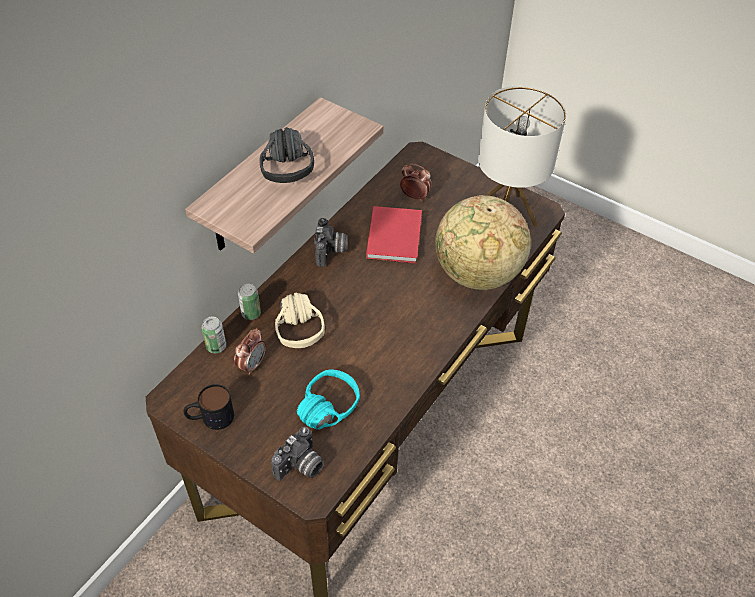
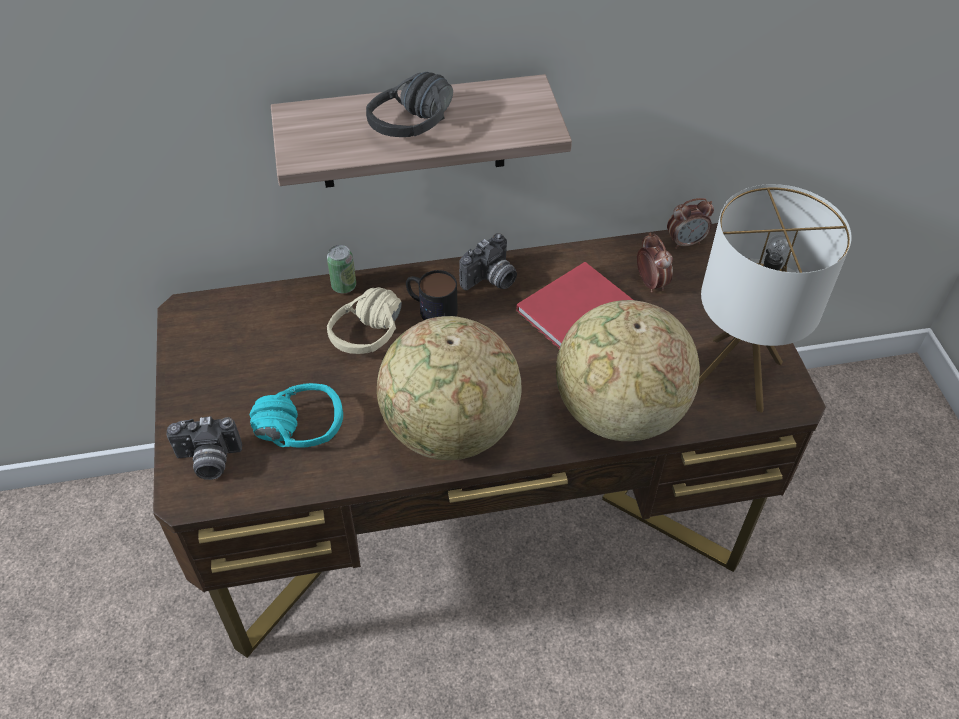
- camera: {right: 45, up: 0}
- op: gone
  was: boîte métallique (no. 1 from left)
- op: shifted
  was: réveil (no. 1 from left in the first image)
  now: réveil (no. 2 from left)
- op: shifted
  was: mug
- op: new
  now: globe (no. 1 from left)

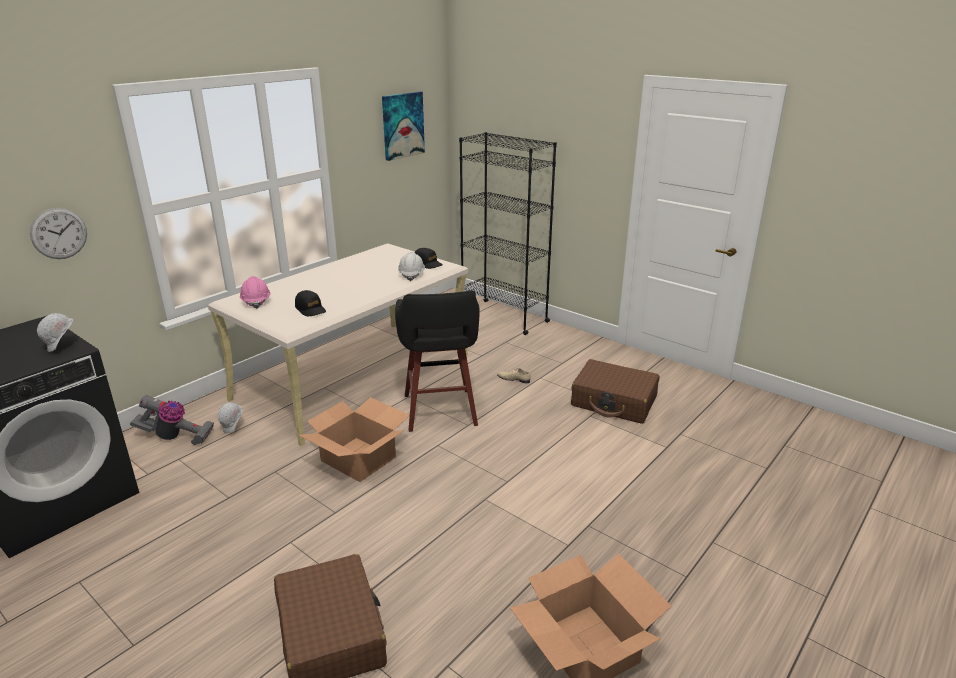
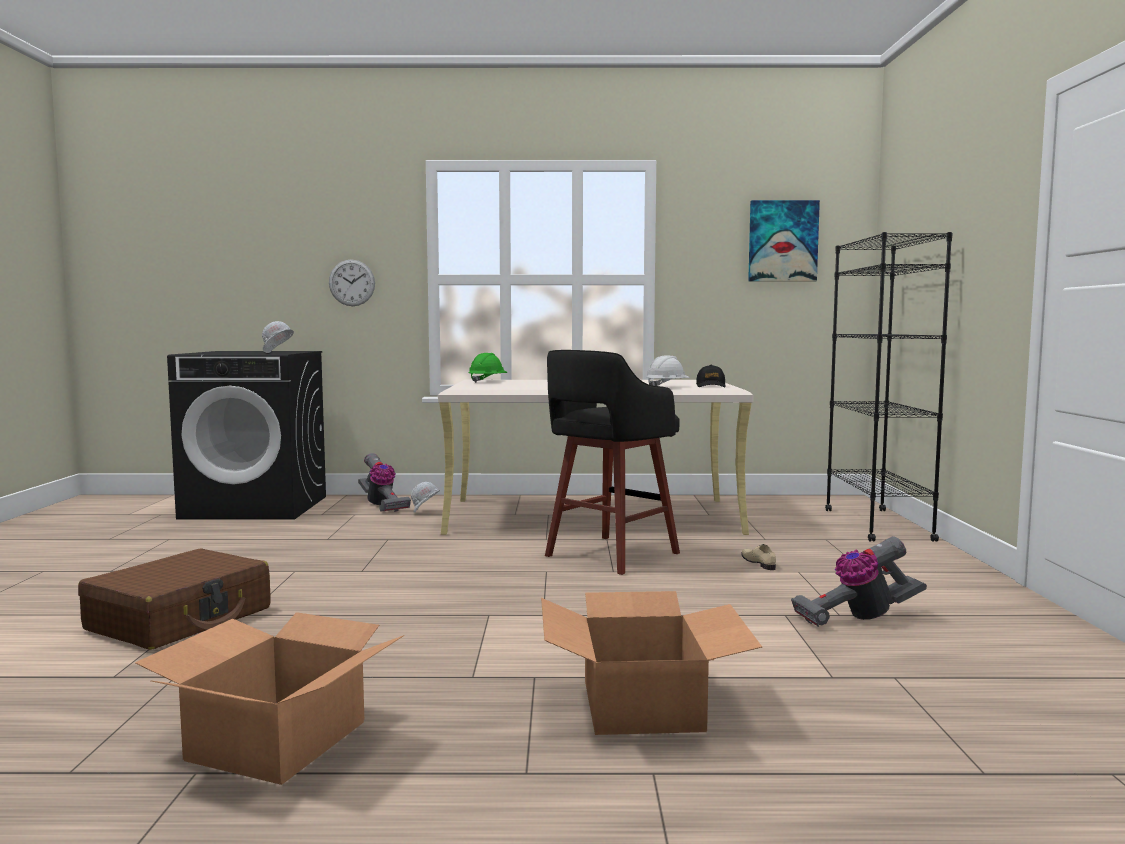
- camera: {right: 50, up: -20}
- op: repainted
  was: casque de chantier (rose)
  now: casque de chantier (vert)
- op: gone
  was: casquette (noir) (no. 1 from left)
- op: swapped
  was: valise (marron) (no. 2 from left)
  now: aspirateur (no. 2 from left)
- op: shifted
  was: carton (no. 1 from left in the first image)
  now: carton (no. 2 from left)

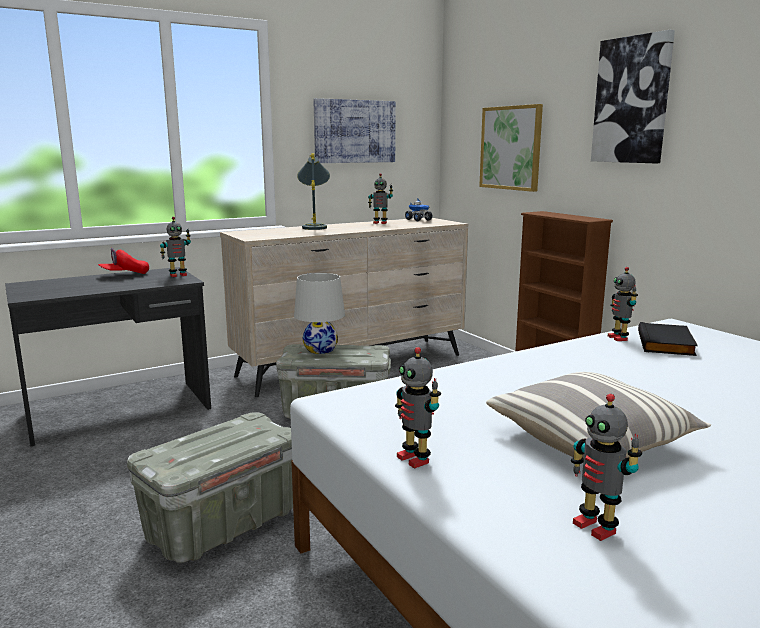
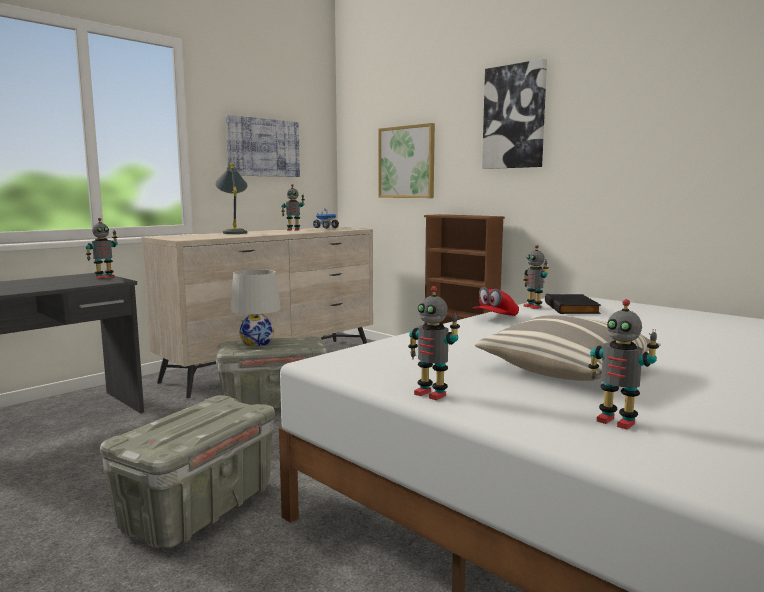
- camera: {right: -15, up: -5}
- op: shifted
  was: casquette (rouge)

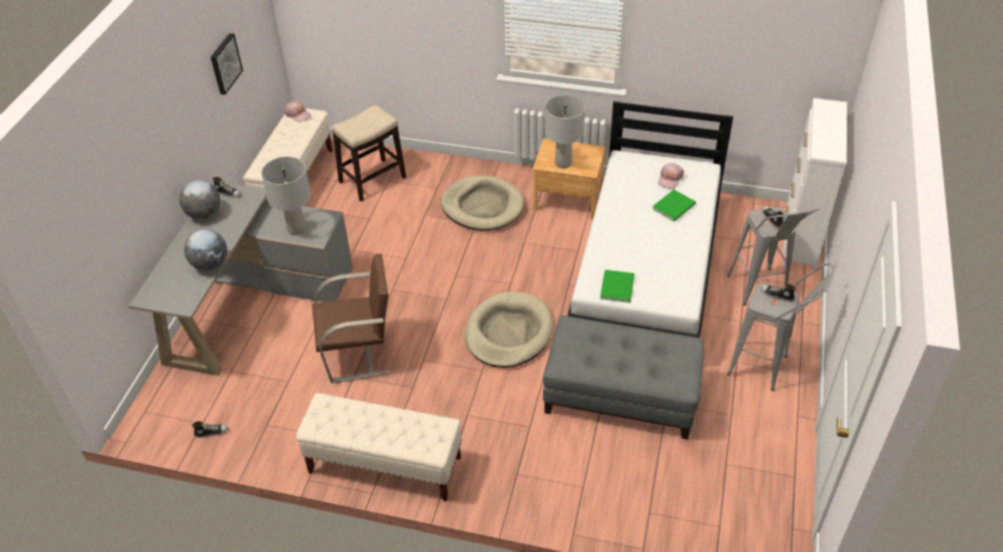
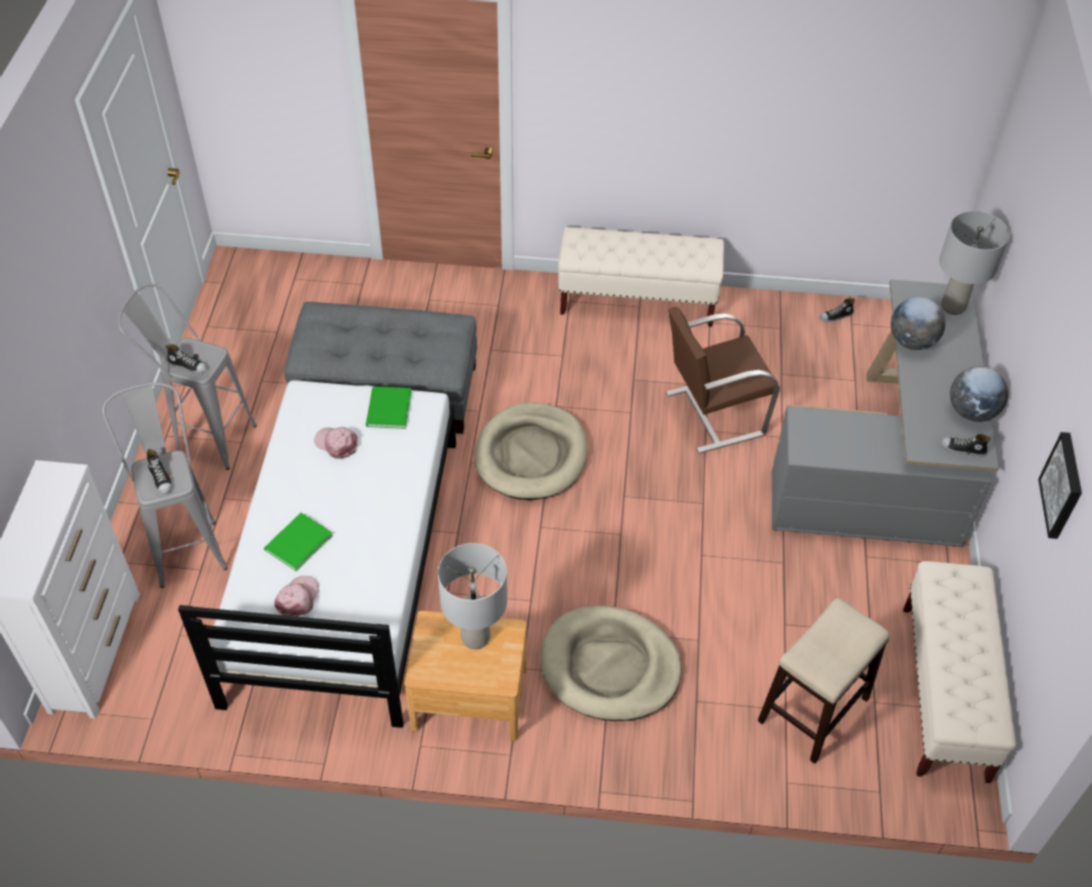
- camera: {right: 170, up: 5}
- op: shifted
  was: casquette (rose) (no. 1 from left in the first image)
  now: casquette (rose) (no. 2 from left)
- op: shifted
  was: lampe de table (gris) (no. 1 from left in the first image)
  now: lampe de table (gris) (no. 2 from left)

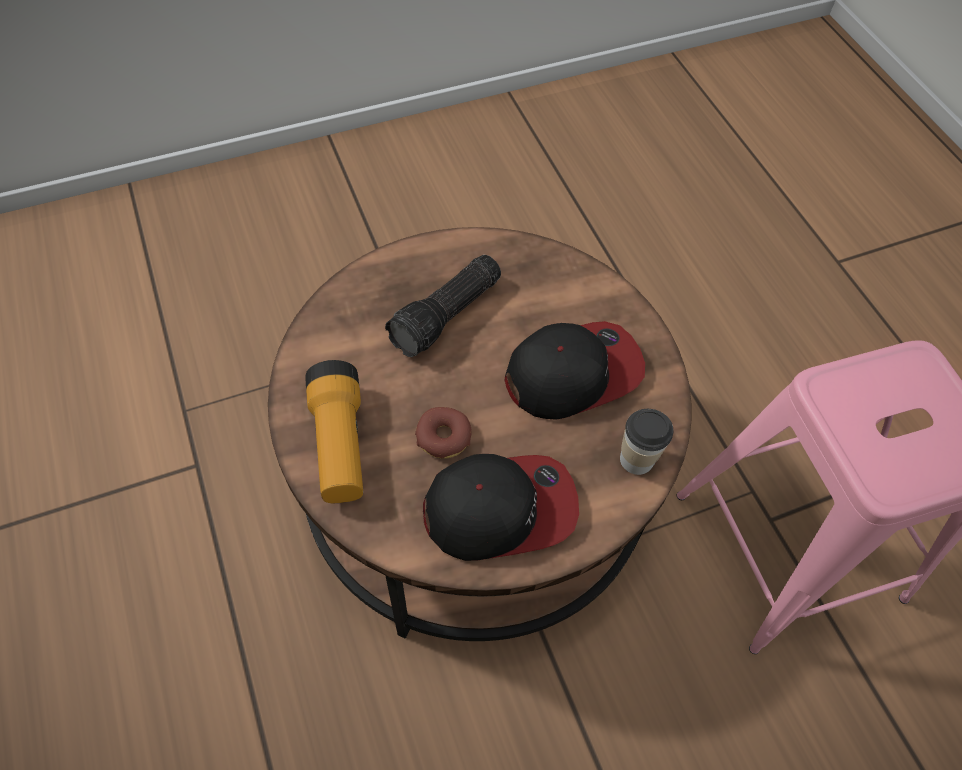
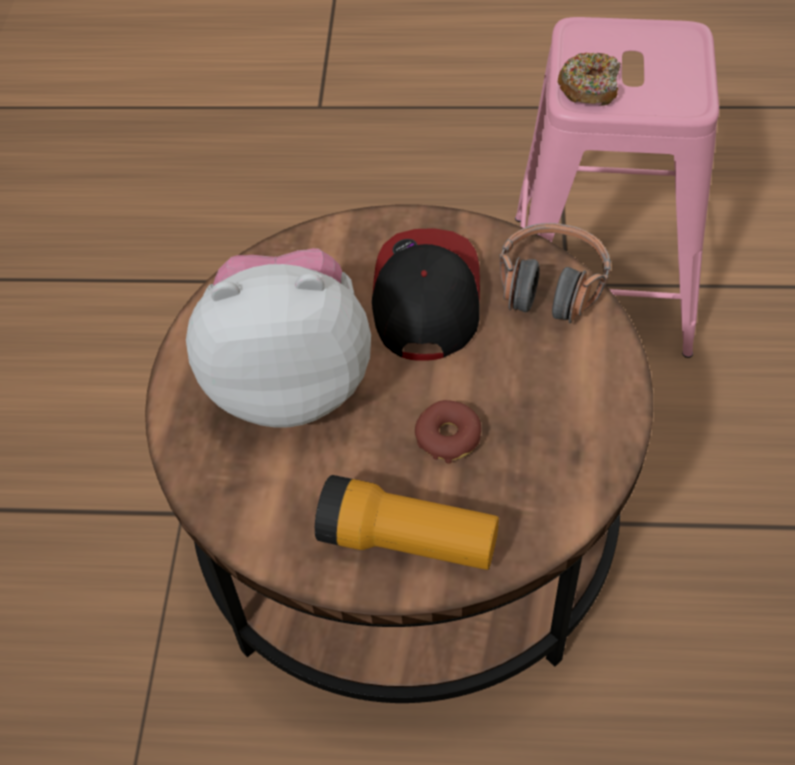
- camera: {right: -60, up: -5}
- op: swapped
  was: lampe de poche (no. 2 from left)
  now: peluche
- op: swapped
  was: tasse
  now: casque audio
- op: gone
  was: casquette (no. 1 from left)
- op: new
  now: beignet (no. 2 from left)

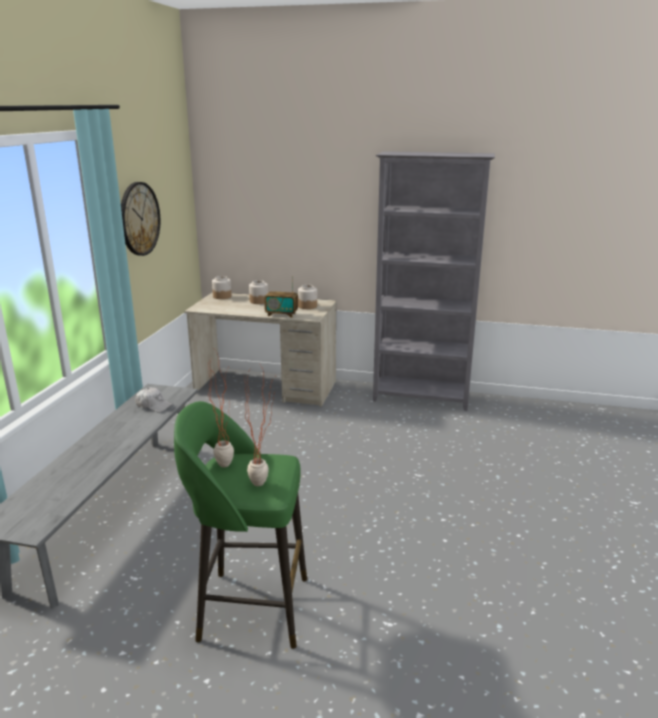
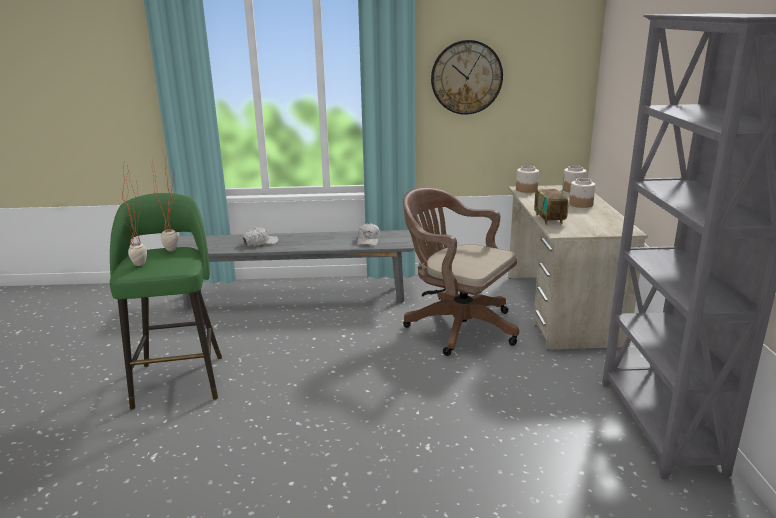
- camera: {right: 75, up: 0}
- op: shifted
  was: bocal (no. 3 from left in the first image)
  now: bocal (no. 1 from left)
- op: new
  now: chaise de bureau (marron)
- op: new
  now: casquette (blanc) (no. 1 from left)

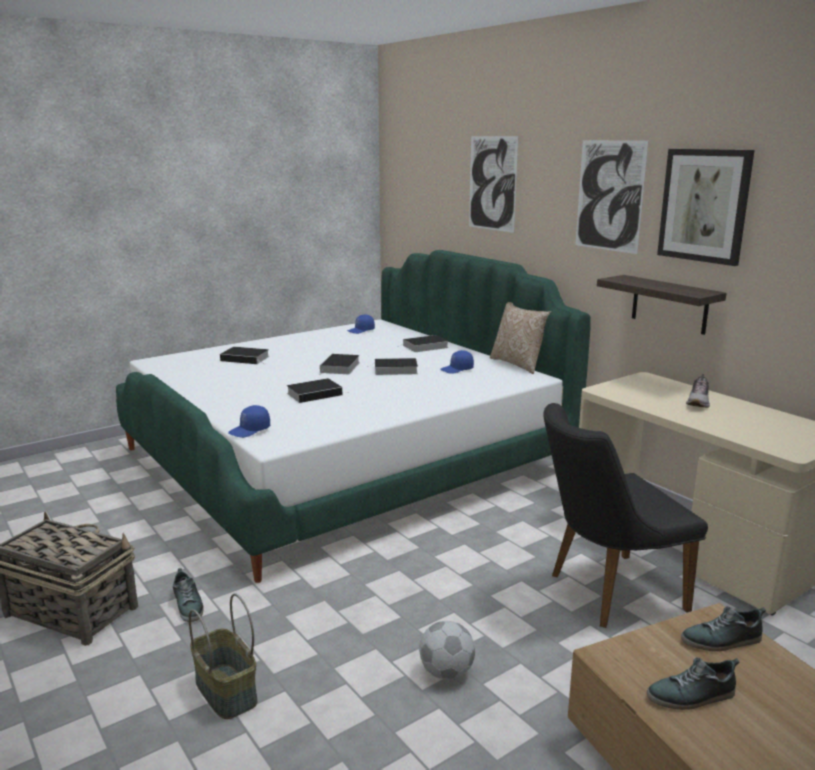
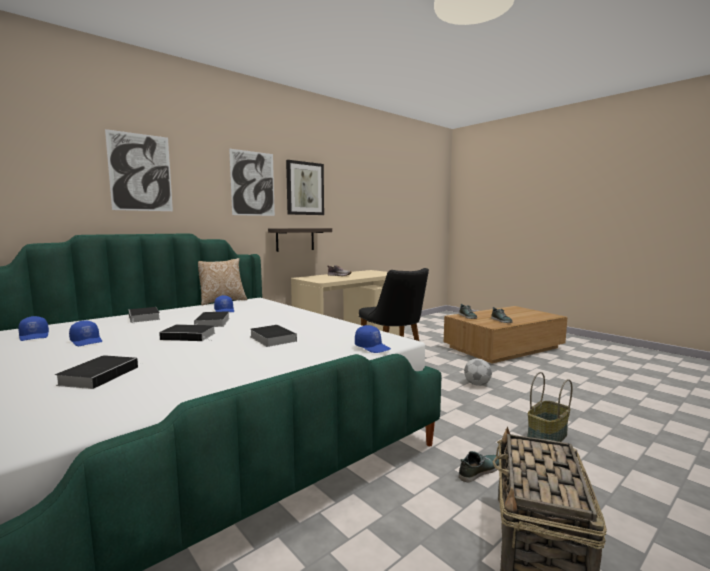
- camera: {right: -95, up: -10}
- op: new
  now: casquette (bleu) (no. 2 from left)

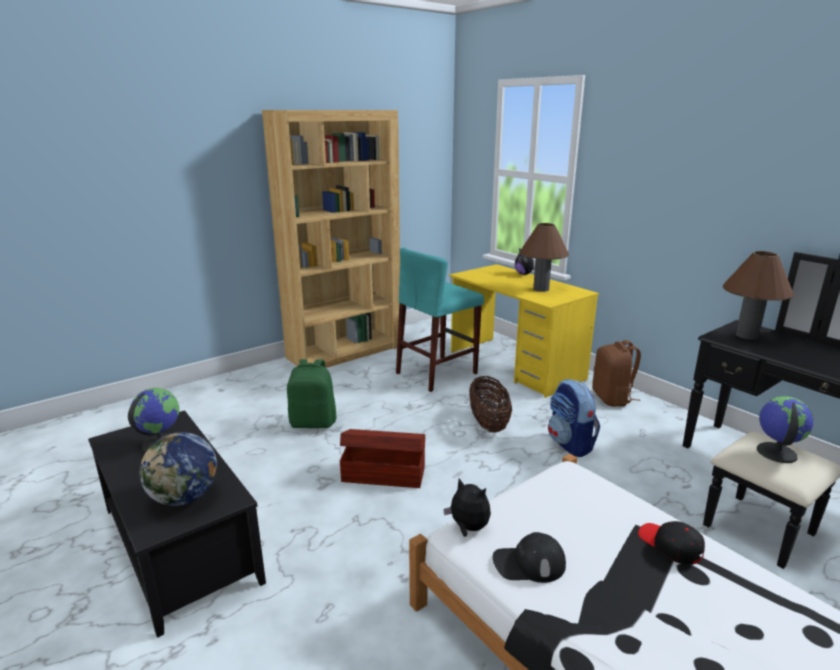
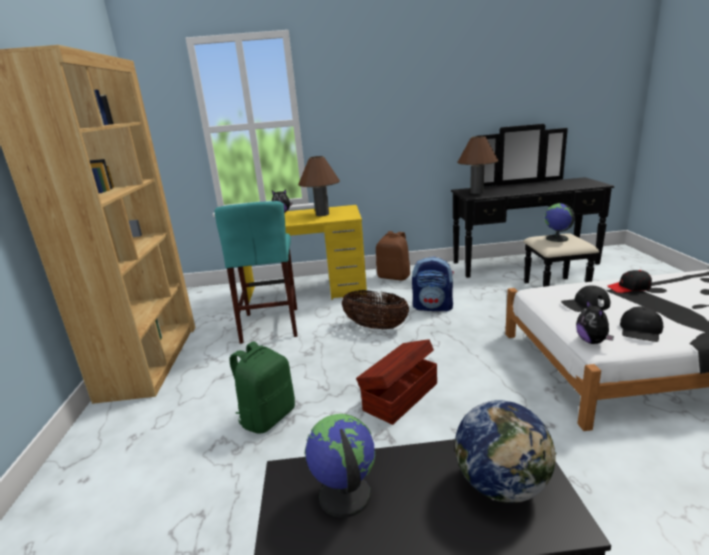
- camera: {right: -55, up: 0}
- op: rotated
  was: peluche (no. 1 from left in the first image)
  clockwise: -75
- op: new
  now: casquette (noir) (no. 1 from left)

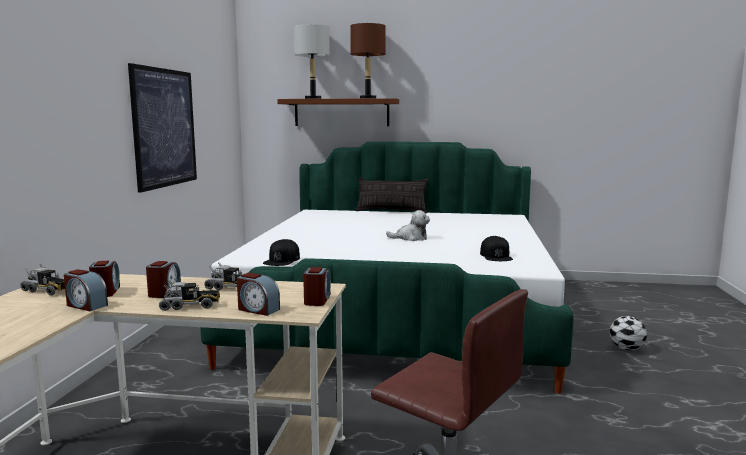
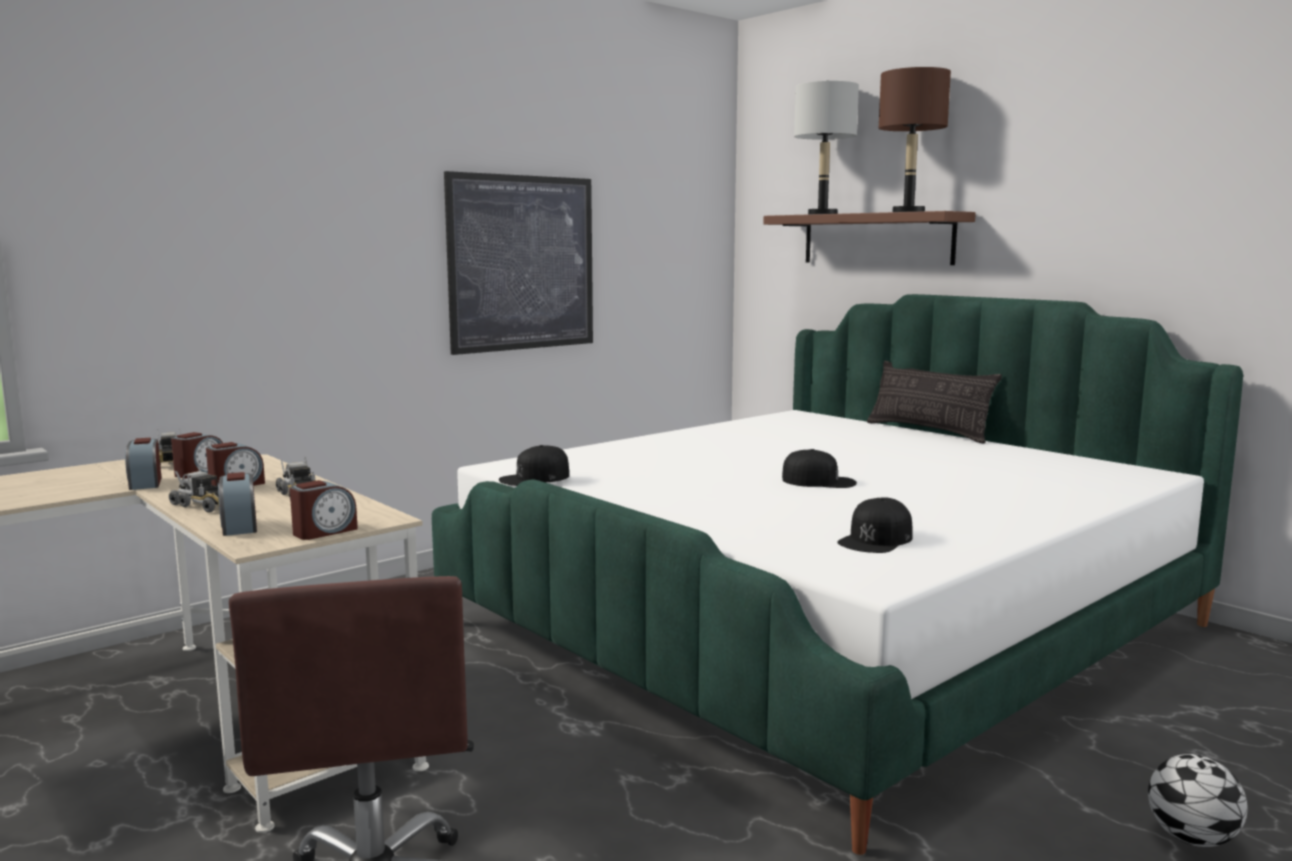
- camera: {right: 40, up: 0}
- op: swapped
  was: peluche
  now: casquette (noir) (no. 2 from left)

